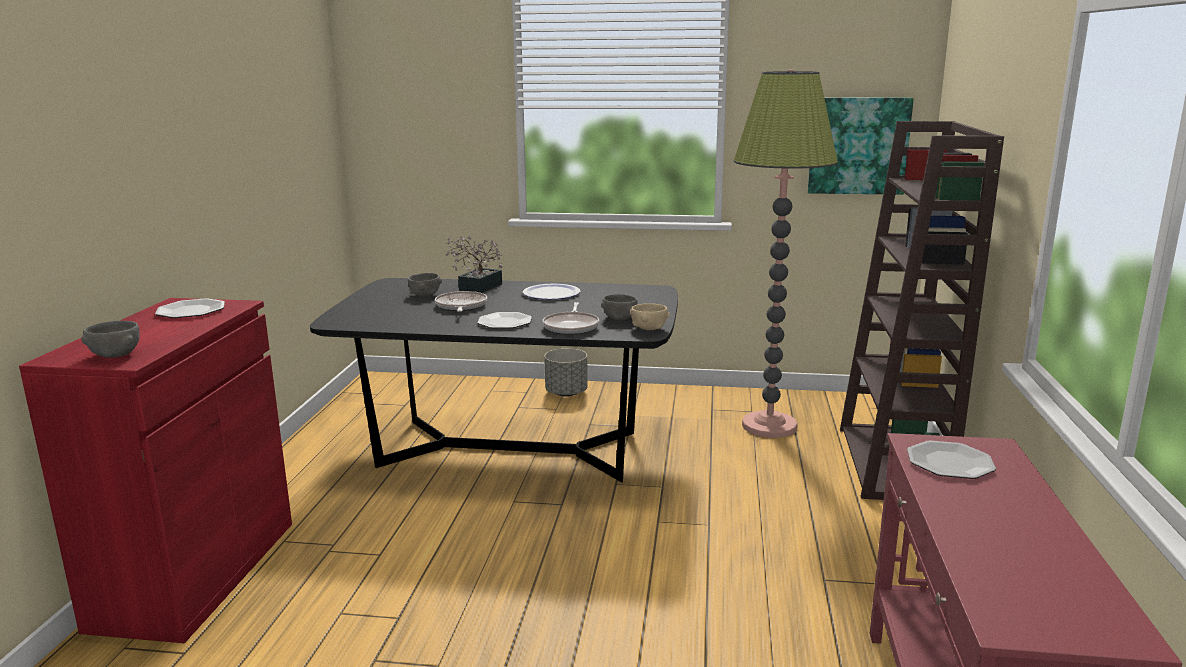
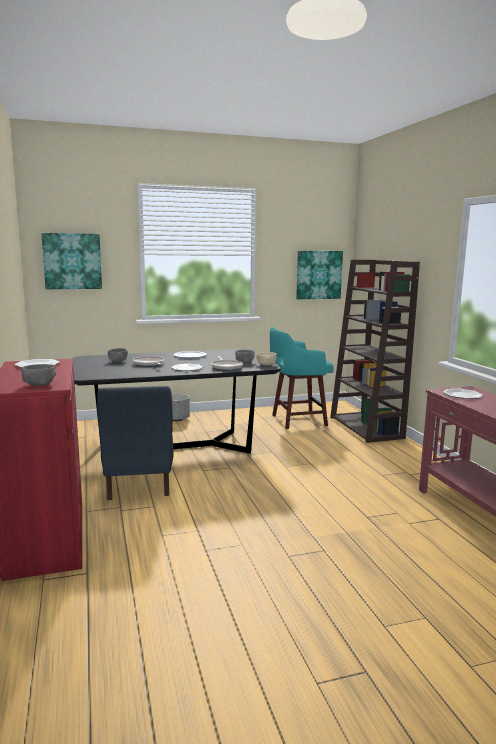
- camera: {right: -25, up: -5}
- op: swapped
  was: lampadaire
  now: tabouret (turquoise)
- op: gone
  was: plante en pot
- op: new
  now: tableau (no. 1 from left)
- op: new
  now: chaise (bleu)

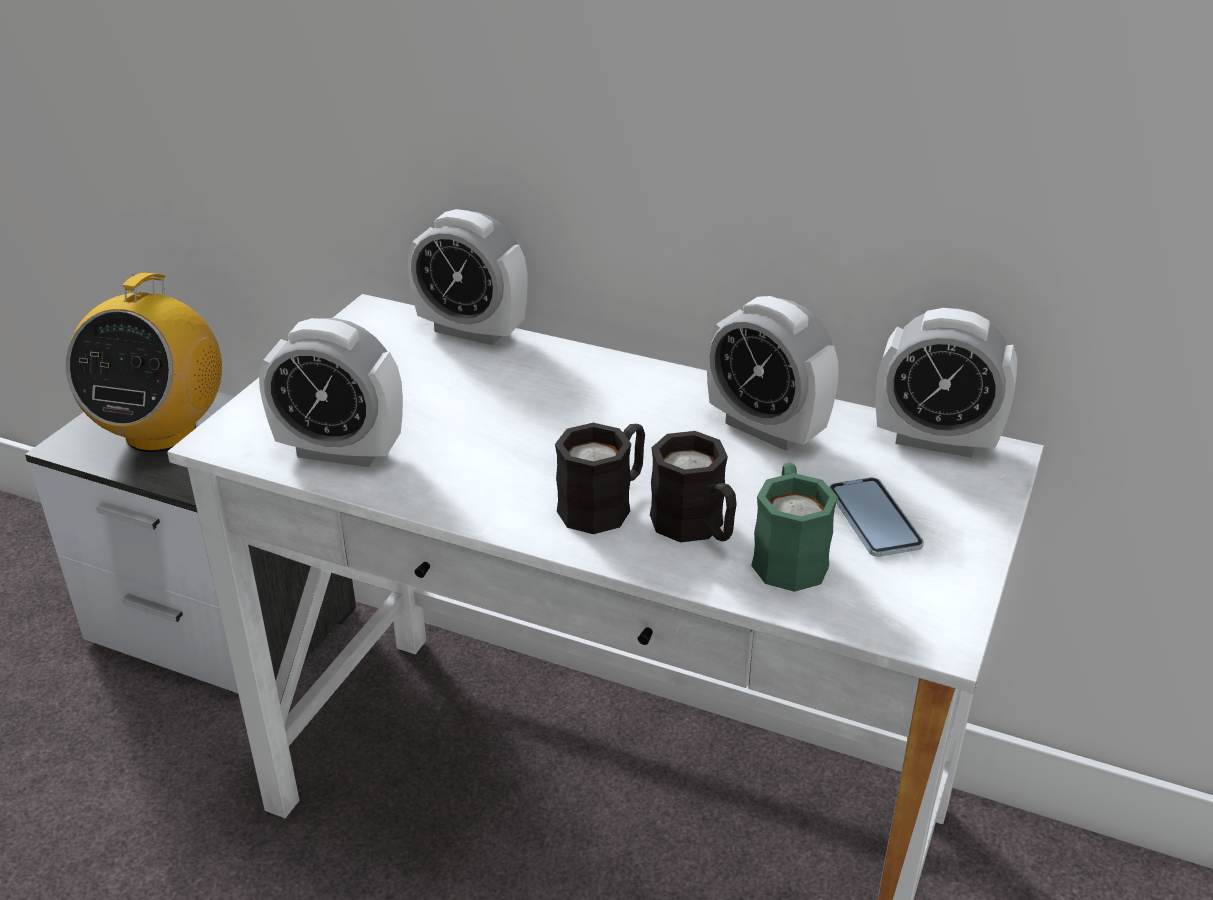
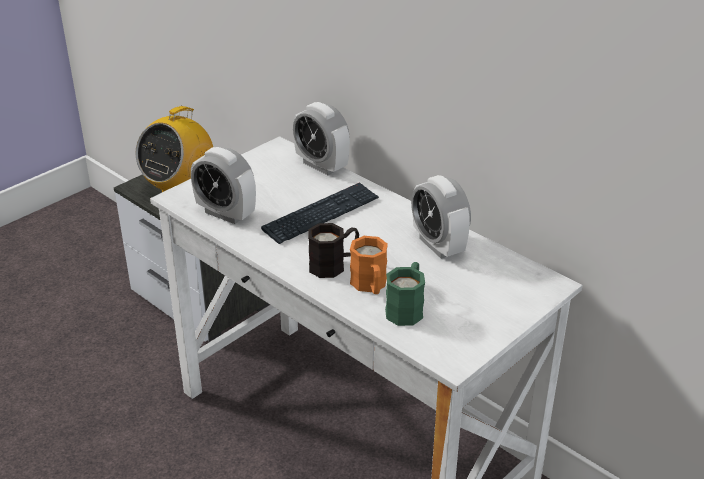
- camera: {right: 20, up: 0}
- op: gone
  was: réveil (no. 4 from left)
- op: repainted
  was: mug (noir) (no. 2 from left)
  now: mug (orange)
- op: gone
  was: téléphone
- op: new
  now: clavier

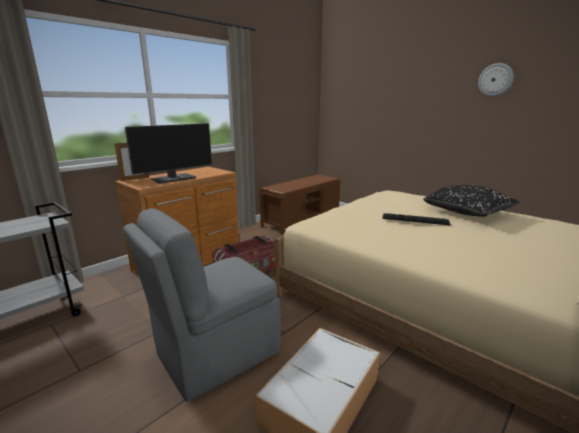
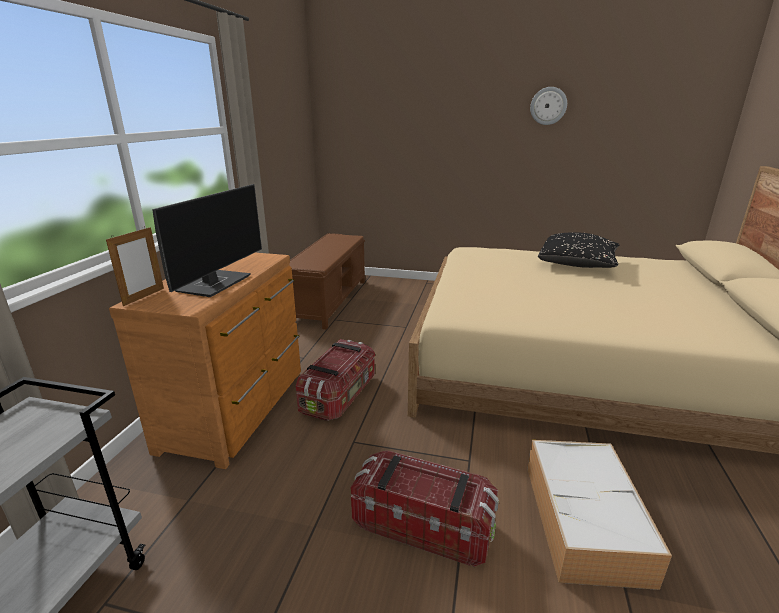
- camera: {right: -30, up: 5}
- op: swapped
  was: chaise (gris)
  now: boîte de rangement (no. 2 from left)
- op: gone
  was: clavier

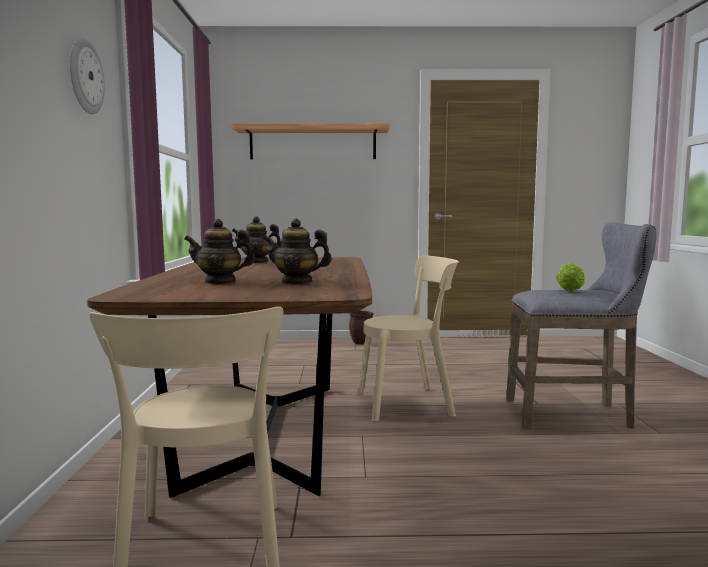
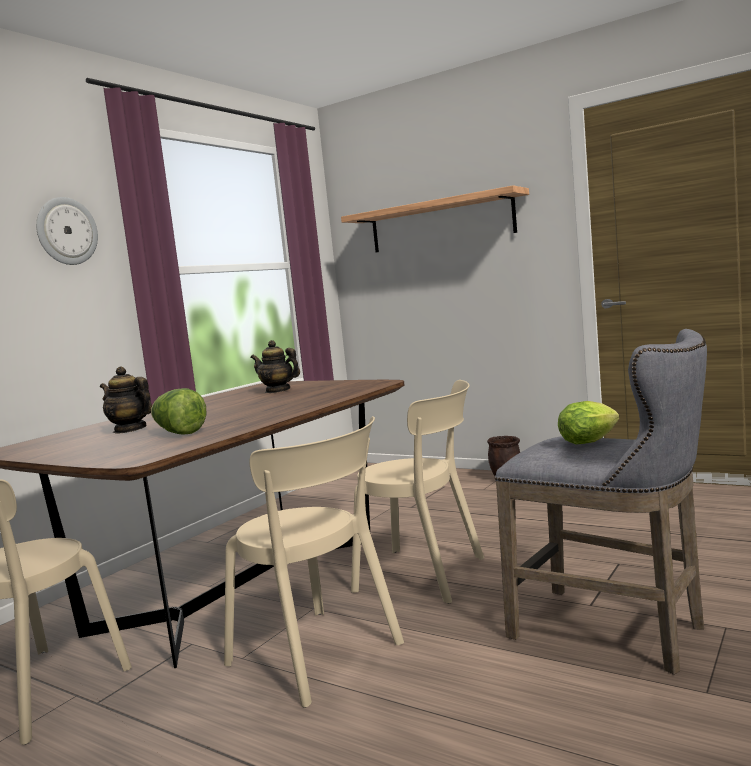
- camera: {right: 35, up: 0}
- op: swapped
  was: théière (no. 3 from left)
  now: laitue (no. 1 from left)
- op: new
  now: chaise (beige) (no. 2 from left)

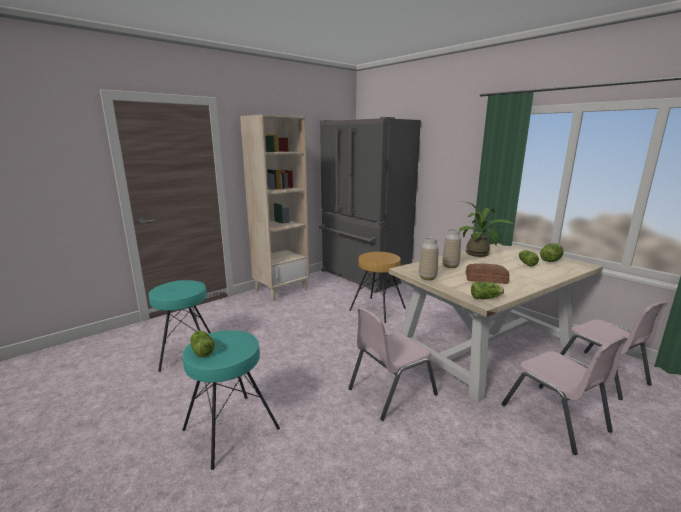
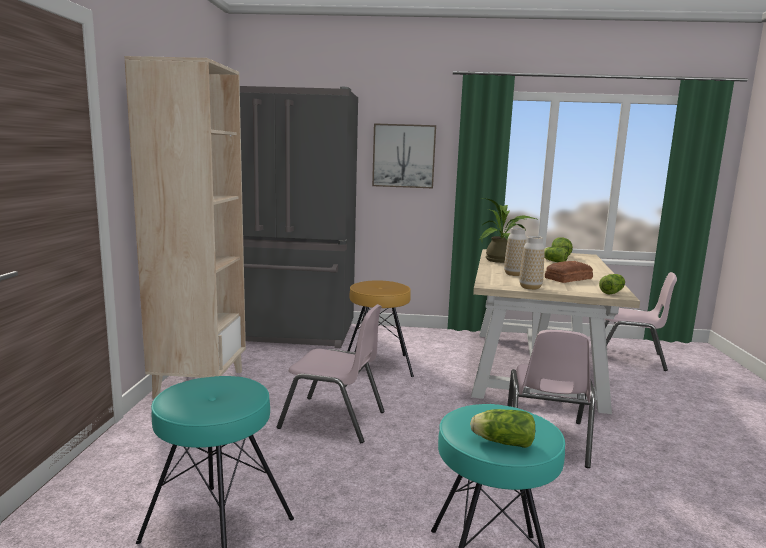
- camera: {right: -45, up: -5}
- op: shifted
  was: chaise (rose) (no. 2 from left in the first image)
  now: chaise (rose) (no. 1 from left)
- op: new
  now: tableau

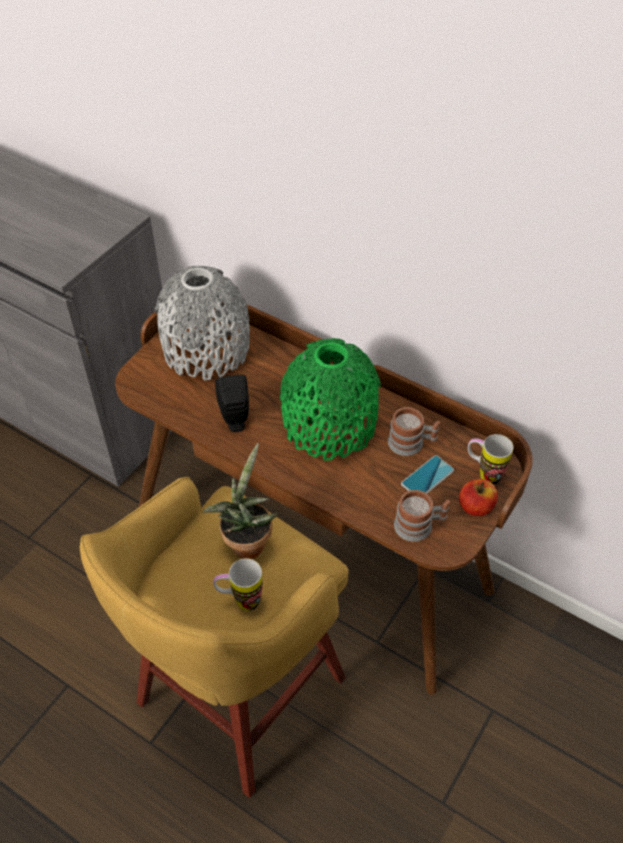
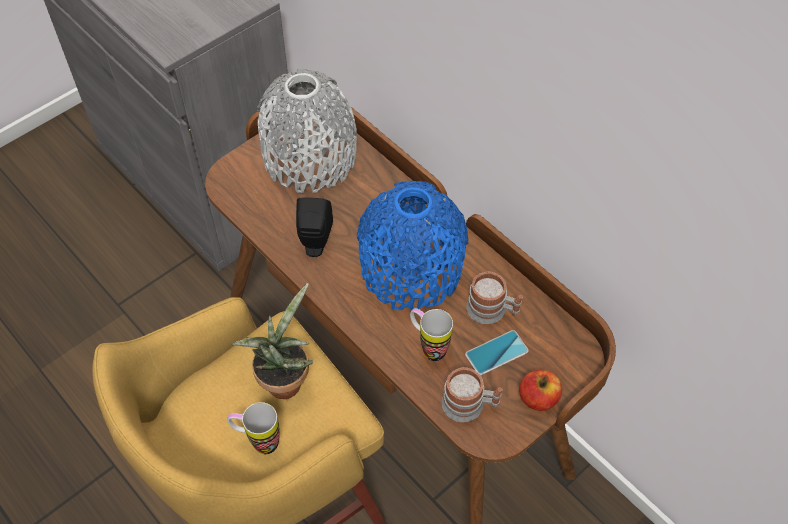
- camera: {right: 15, up: 5}
- op: repainted
  was: vase (vert)
  now: vase (bleu)
- op: shifted
  was: mug (no. 4 from left in the first image)
  now: mug (no. 2 from left)

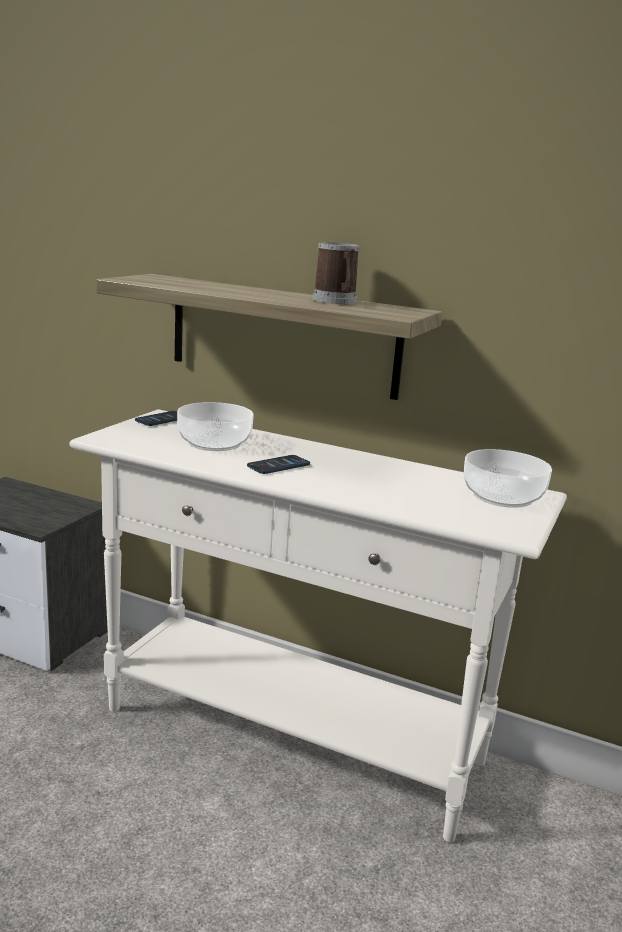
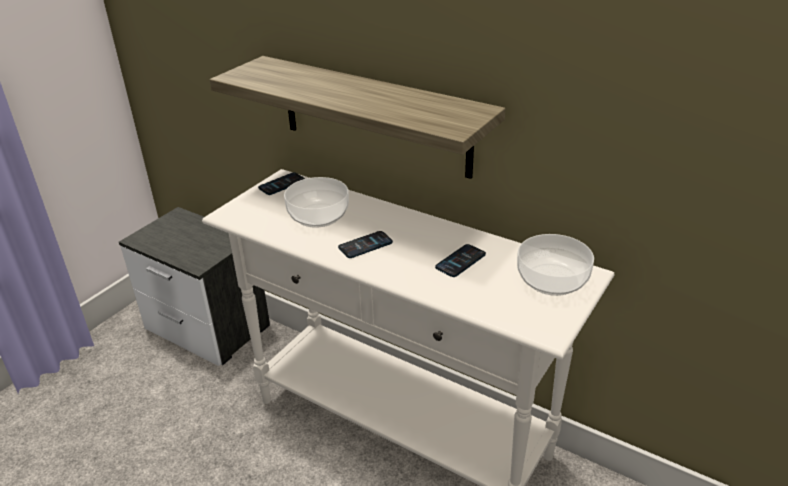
- camera: {right: 10, up: 15}
- op: gone
  was: mug
- op: new
  now: téléphone (no. 3 from left)

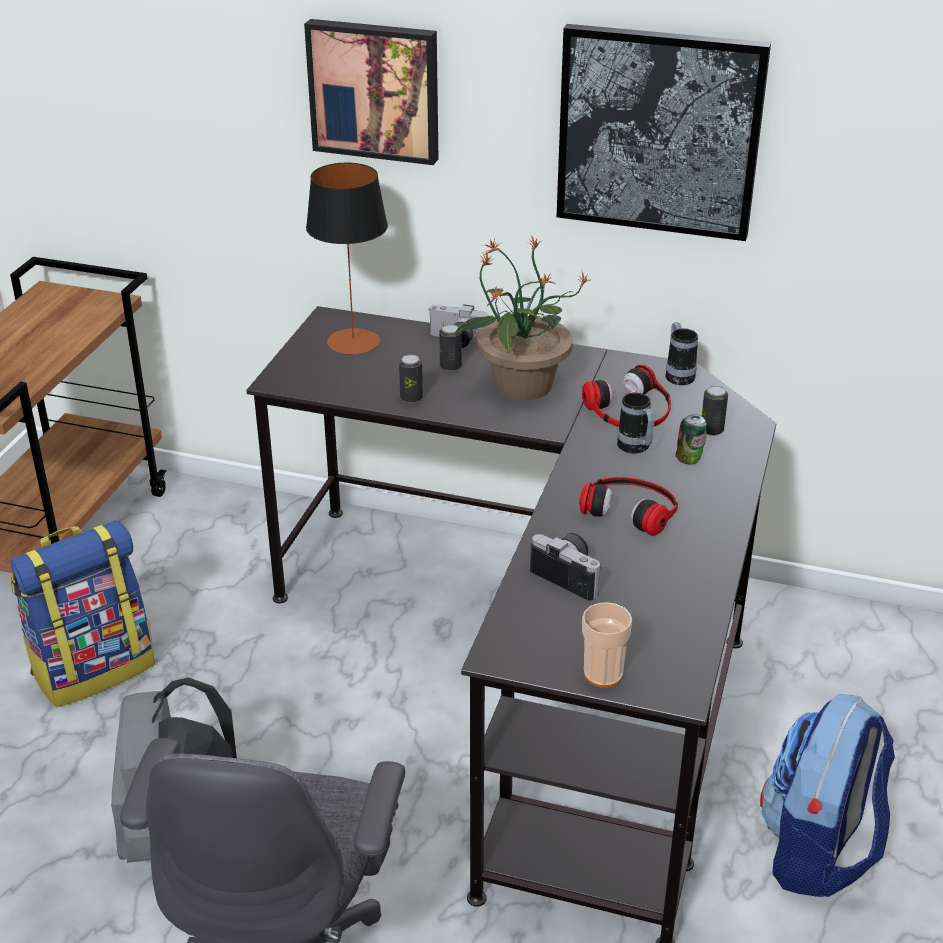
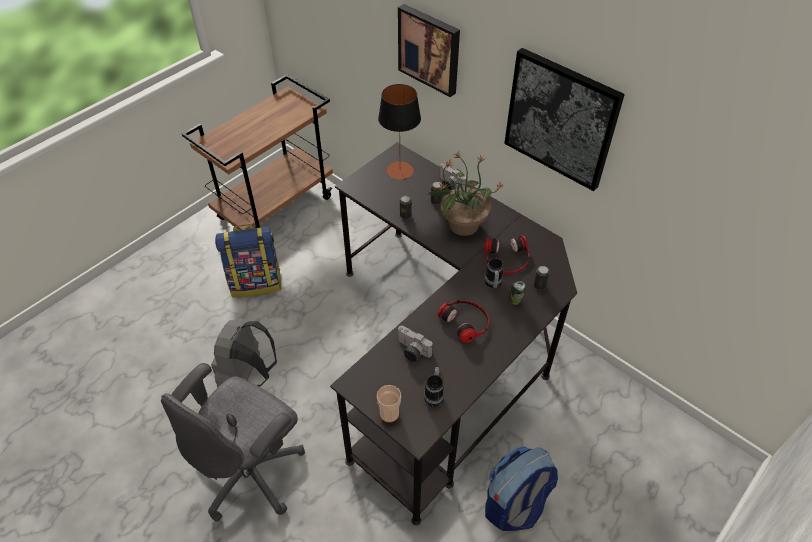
- camera: {right: 25, up: 15}
- op: shifted
  was: mug (no. 2 from left in the first image)
  now: mug (no. 1 from left)
- op: rotated
  was: appareil photo (no. 2 from left in the first image)
  clockwise: 150

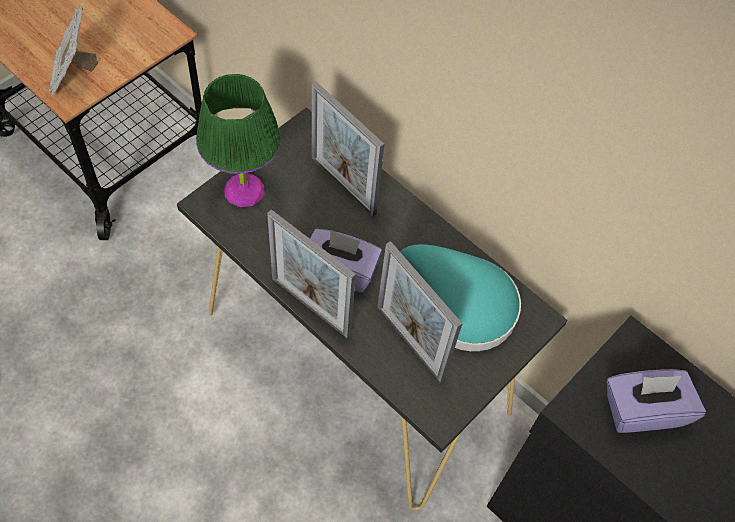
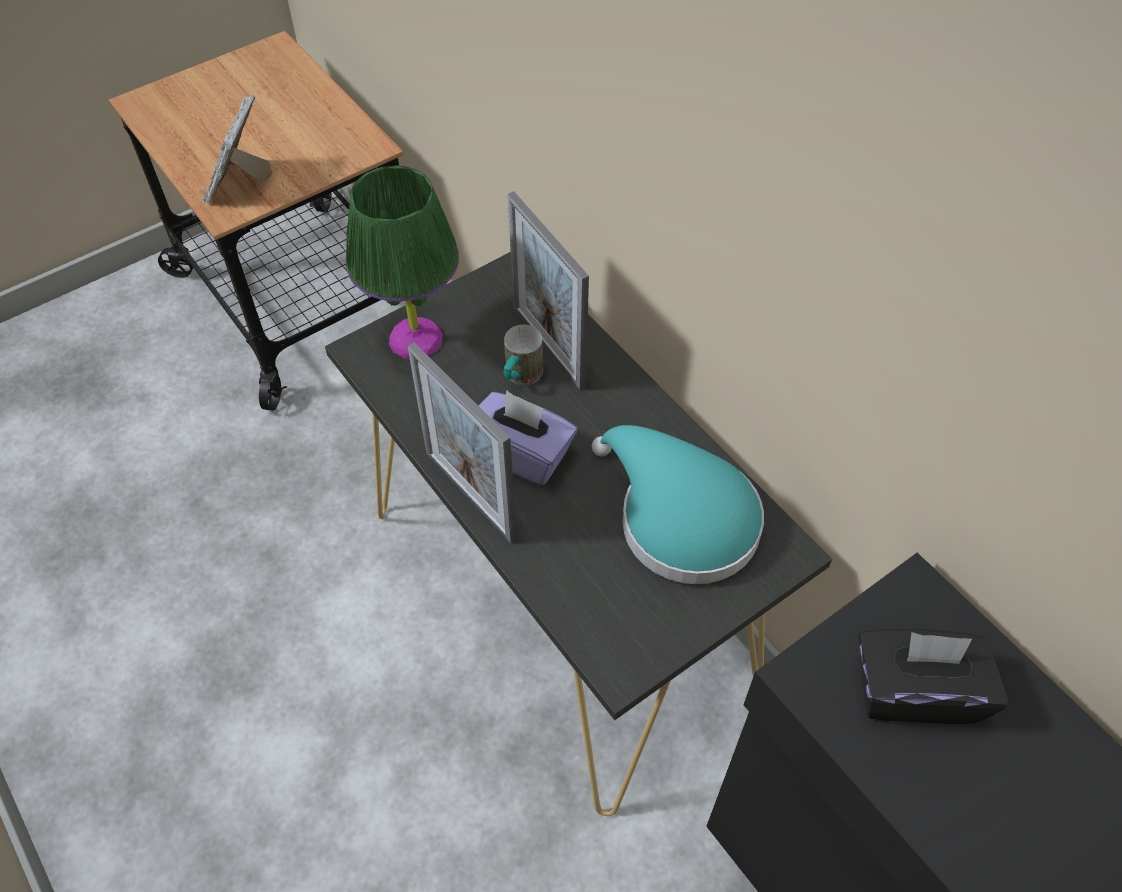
- camera: {right: 15, up: -5}
- op: gone
  was: cadre photo (no. 4 from left)
- op: repainted
  was: boîte à mouchoirs (violet) (no. 2 from left)
  now: boîte à mouchoirs (noir)
- op: new
  now: mug

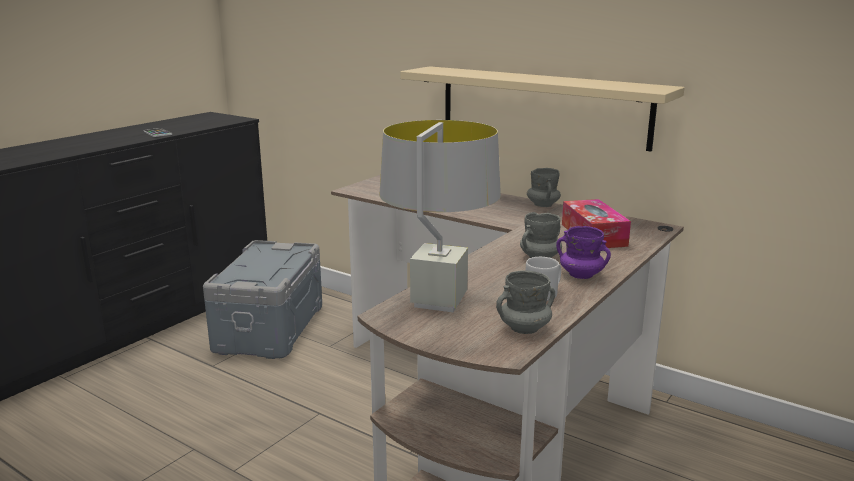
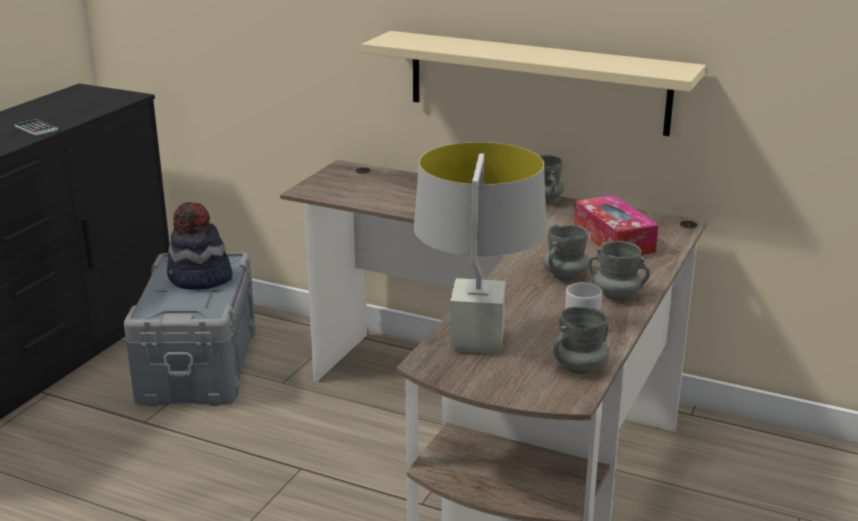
- camera: {right: -10, up: 5}
- op: repainted
  was: mug (violet)
  now: mug (gris) (no. 5 from left)
- op: new
  now: chapeau

